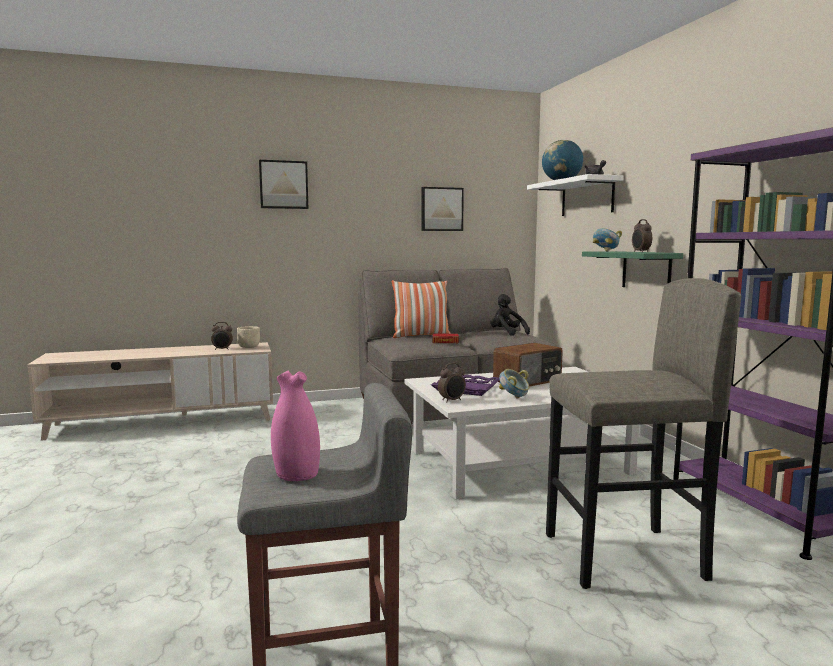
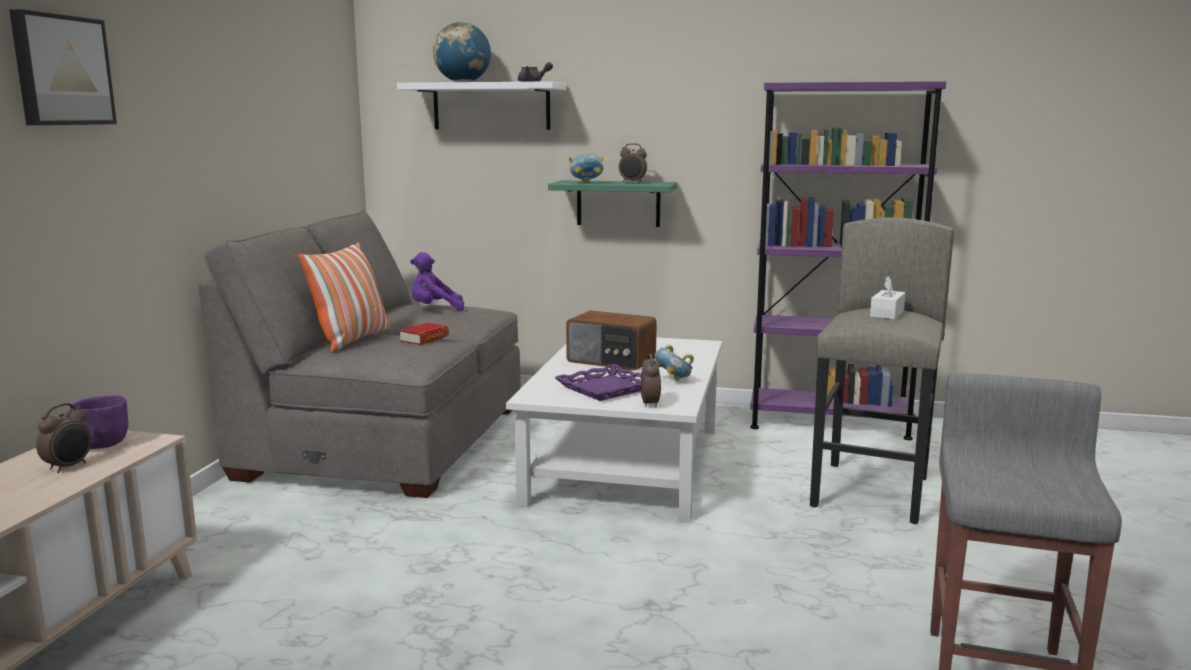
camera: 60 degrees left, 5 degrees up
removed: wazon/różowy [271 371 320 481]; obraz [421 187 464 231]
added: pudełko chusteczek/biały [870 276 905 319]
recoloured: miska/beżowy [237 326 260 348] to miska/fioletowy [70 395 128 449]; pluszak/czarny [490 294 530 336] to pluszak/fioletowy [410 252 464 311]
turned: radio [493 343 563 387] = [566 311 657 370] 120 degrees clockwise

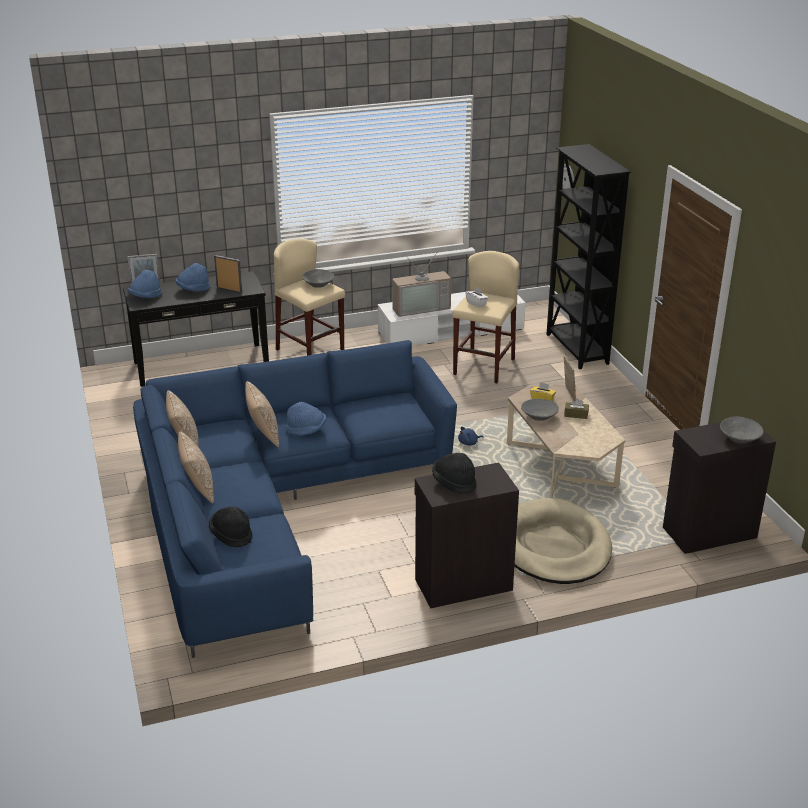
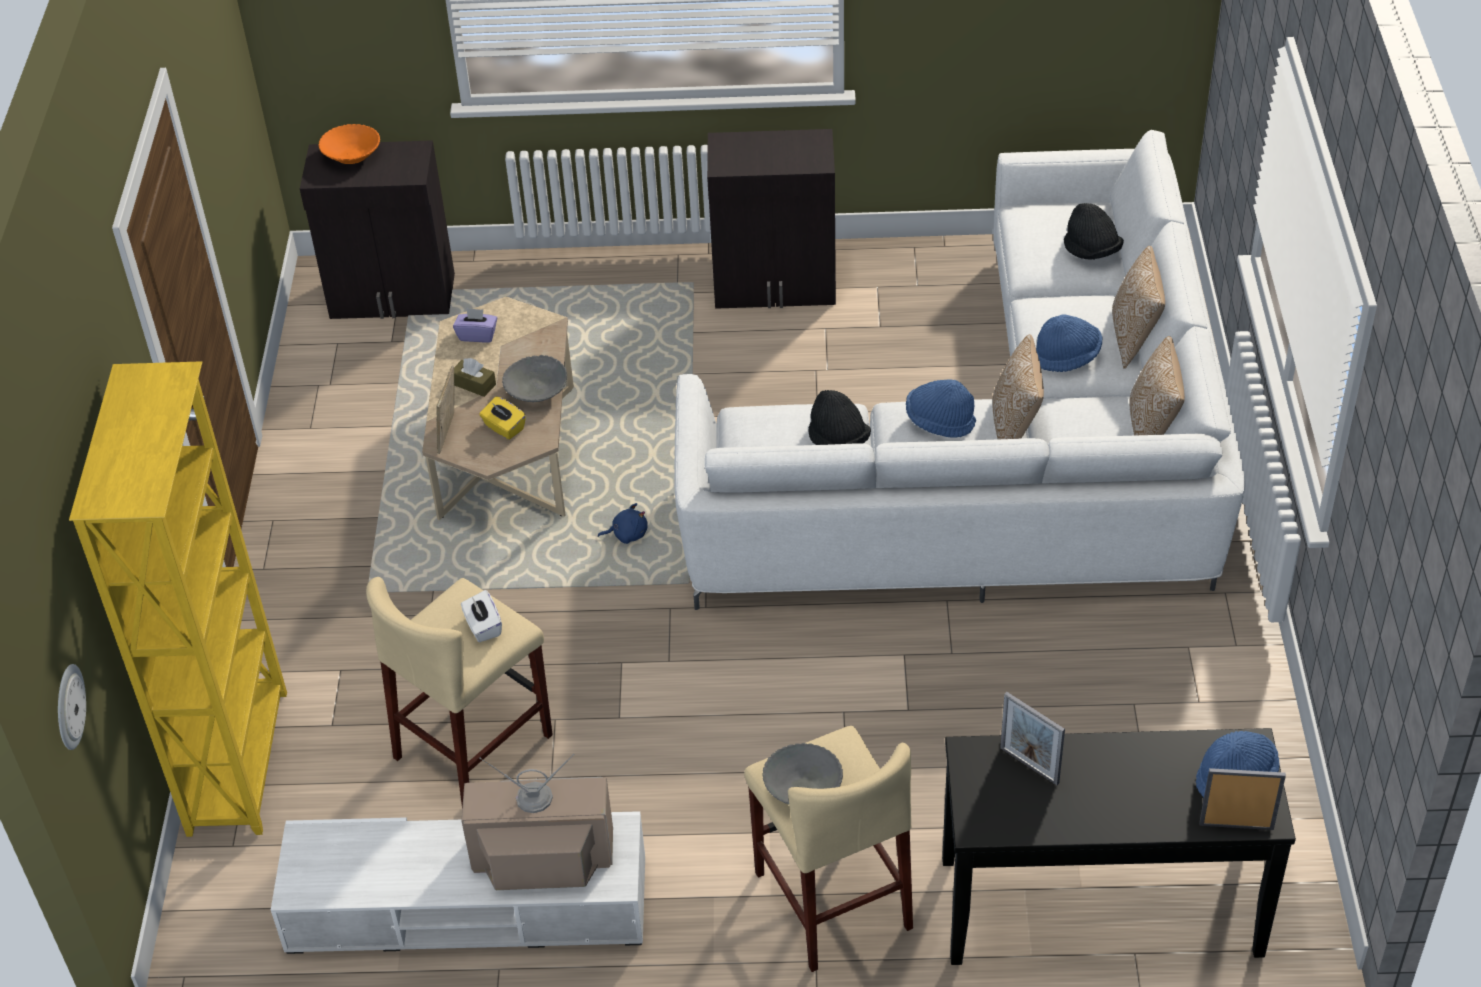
camera: 160 degrees left, 15 degrees up
removed: legowisko/beżowy [515 498 612 584]
added: pudełko chusteczek/fioletowy [453 308 497 343]
moved: kapelusz/niebieski [176 263 210 292] to [1036 314 1103 372]; kapelusz/czarny [432 453 476 493] to [808 390 871 445]
recoloured: kanapa/niebieski [133 340 457 658] to kanapa/biały [674 130 1245 610]; regał/czarny [546 144 631 369] to regał/żółty [69 361 287 837]; miska/szary [720 416 764 443] to miska/pomarańczowy [318 124 380 164]

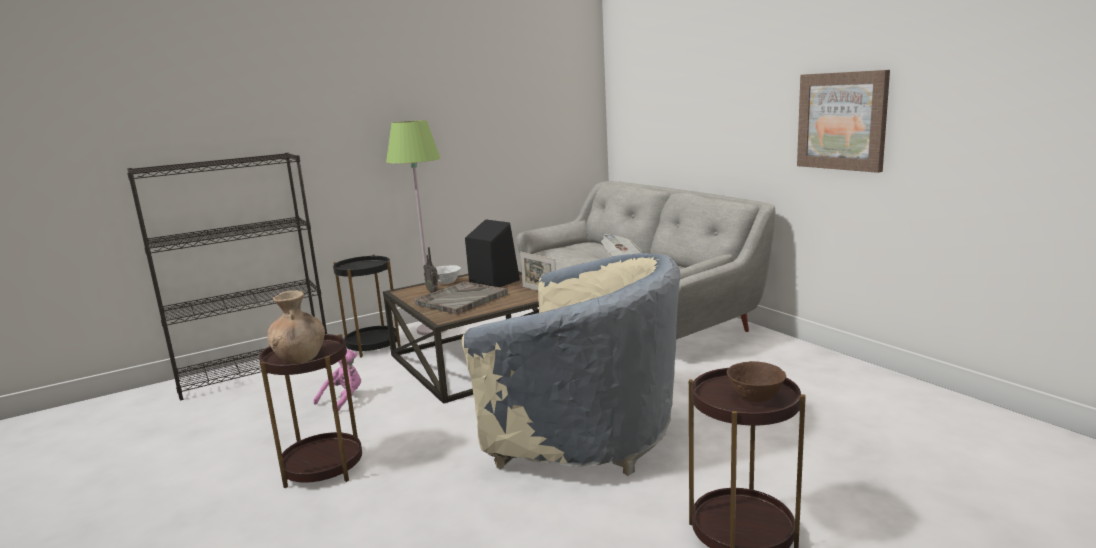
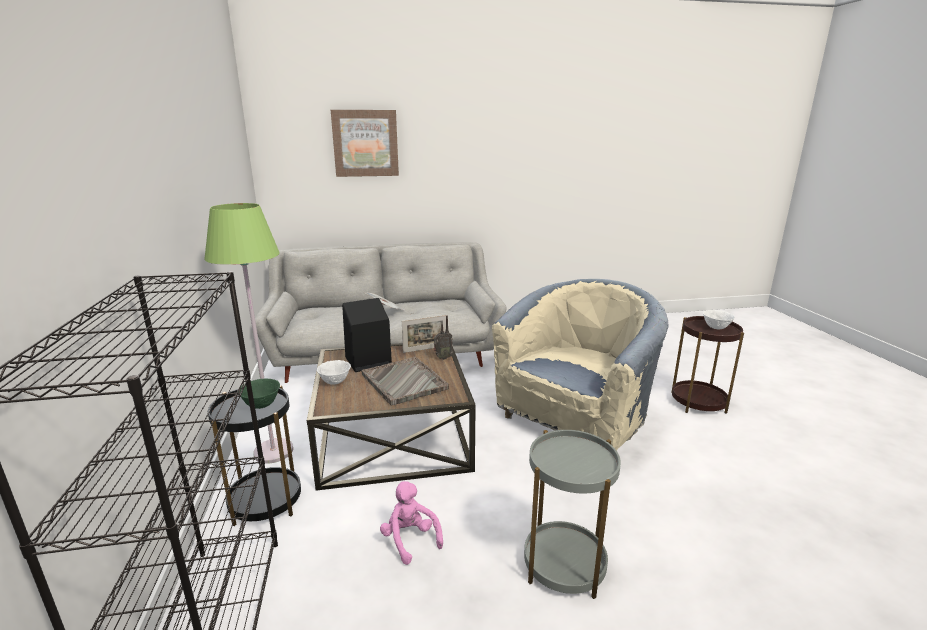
camera: 70 degrees left, 5 degrees up
removed: wazon/brązowy [267 290 325 364]
added: miska/zielony [238 379 280 409]
moved: radio [424 247 439 293] to [434 316 453 360]; obraz [797 70 890 173] to [331 110 399 177]
recoloured: stolik/brązowy [259 334 362 488] to stolik/szary [524 430 621 599]; miska/brązowy [726 361 786 402] to miska/biały [703 310 735 329]

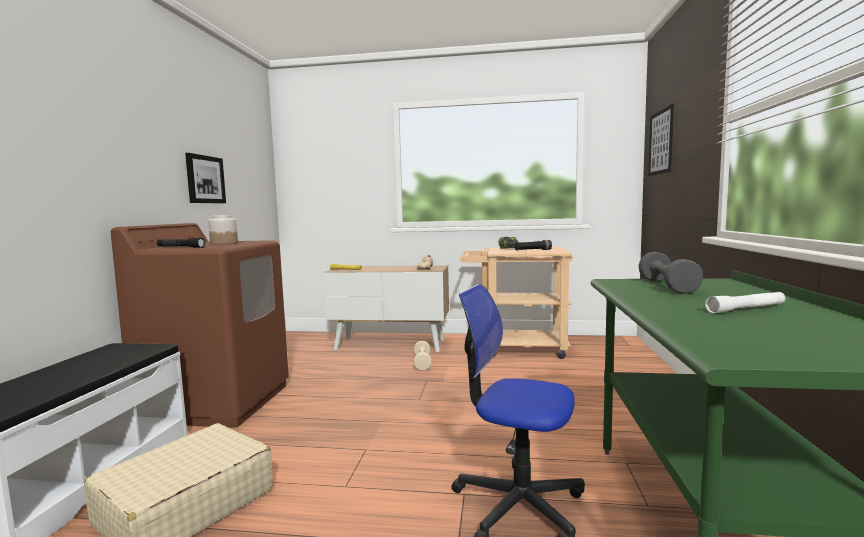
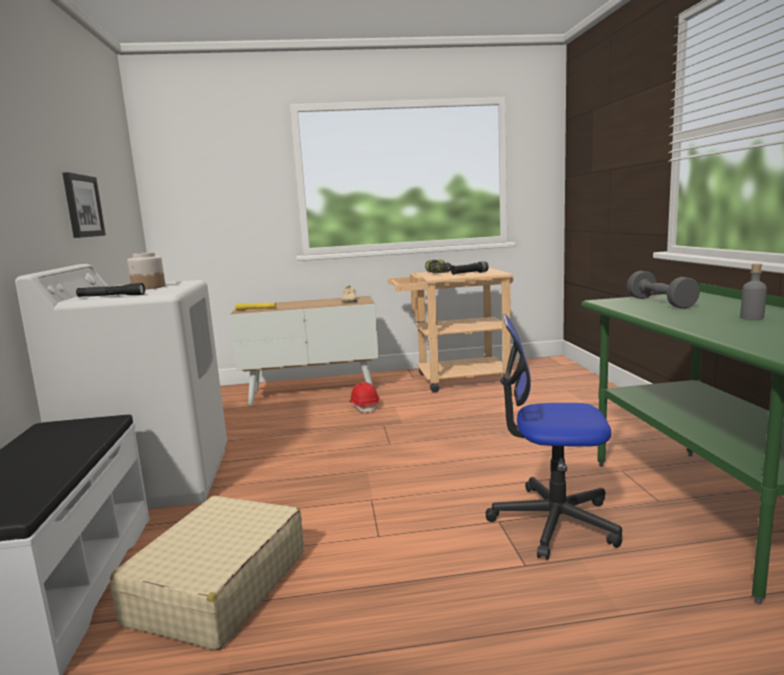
camera: 15 degrees left, 5 degrees up
removed: obraz [648 104 674 176]
replaced: hantel/beżowy [414 341 432 371] to kask/czerwony [349 382 380 413]; latarka/biały [705 292 786 313] to butelka/szary [740 264 767 320]
recoloured: pralka/brązowy [111 223 289 428] to pralka/biały [15 264 227 509]

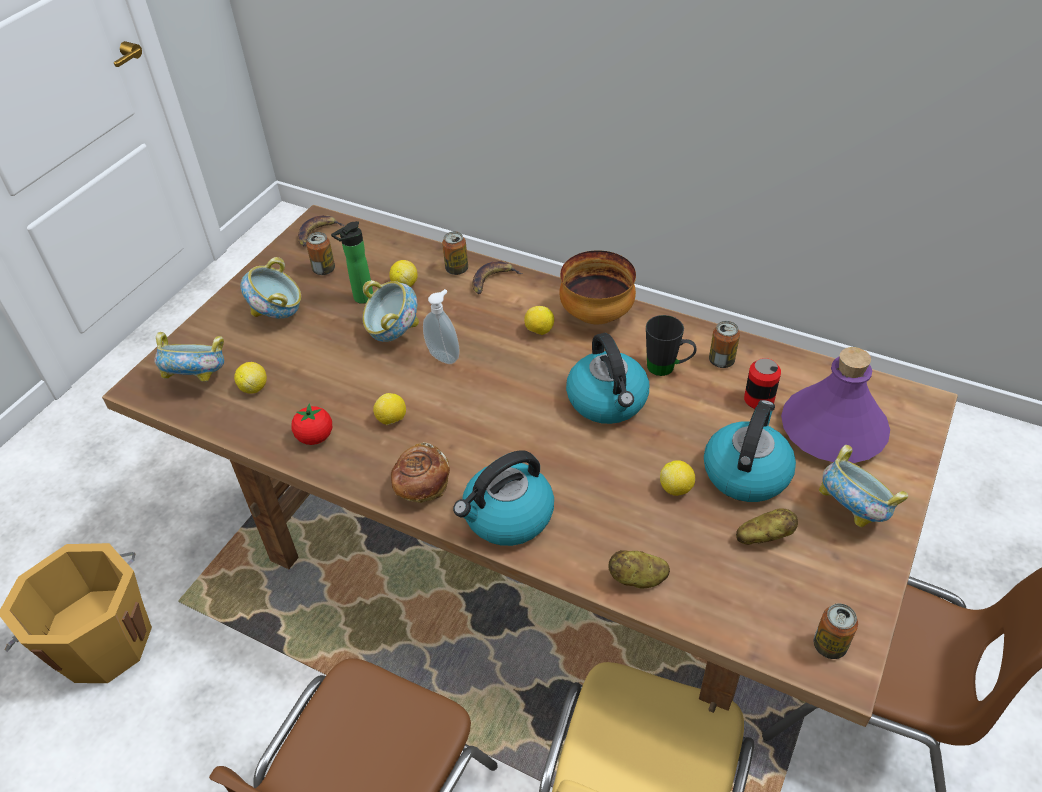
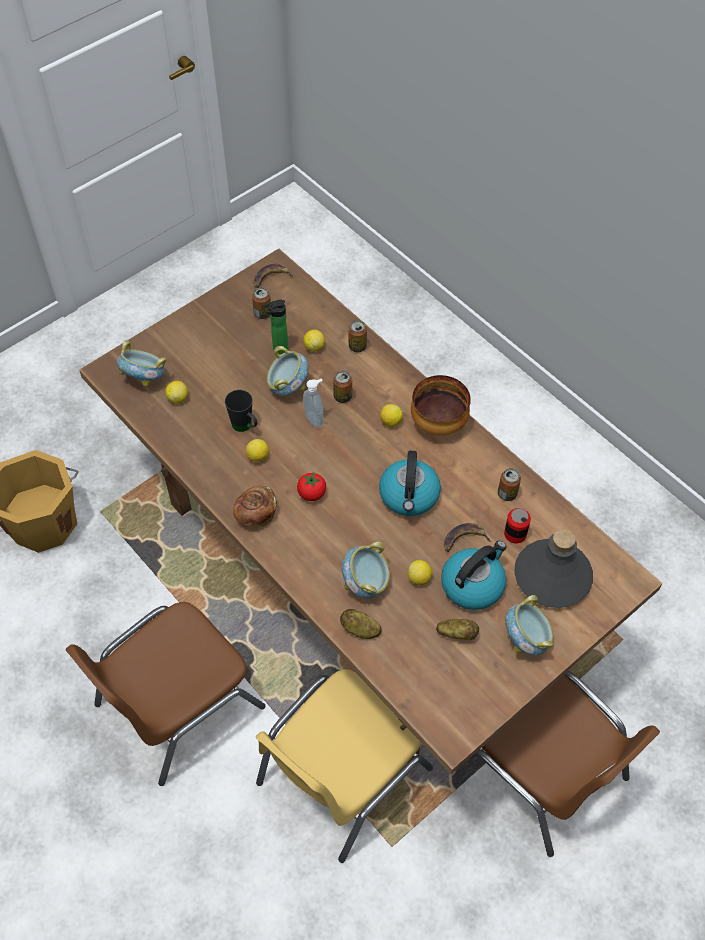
camera: 20 degrees right, 10 degrees up
removed: czajnik [453 450 554 546]
moved: miska [240 257 301 319] to [342 542 390 598]; pomidor [291 404 332 445] to [297 473 326 501]; banan [472 261 523 294] to [444 523 492 552]; kubek/czarny [646 315 697 376] to [225 390 257 432]; puszka [813 603 858 659] to [333 371 352 403]
recoloured: butelka/fioletowy [781 347 890 463] to butelka/szary [514 529 593 608]

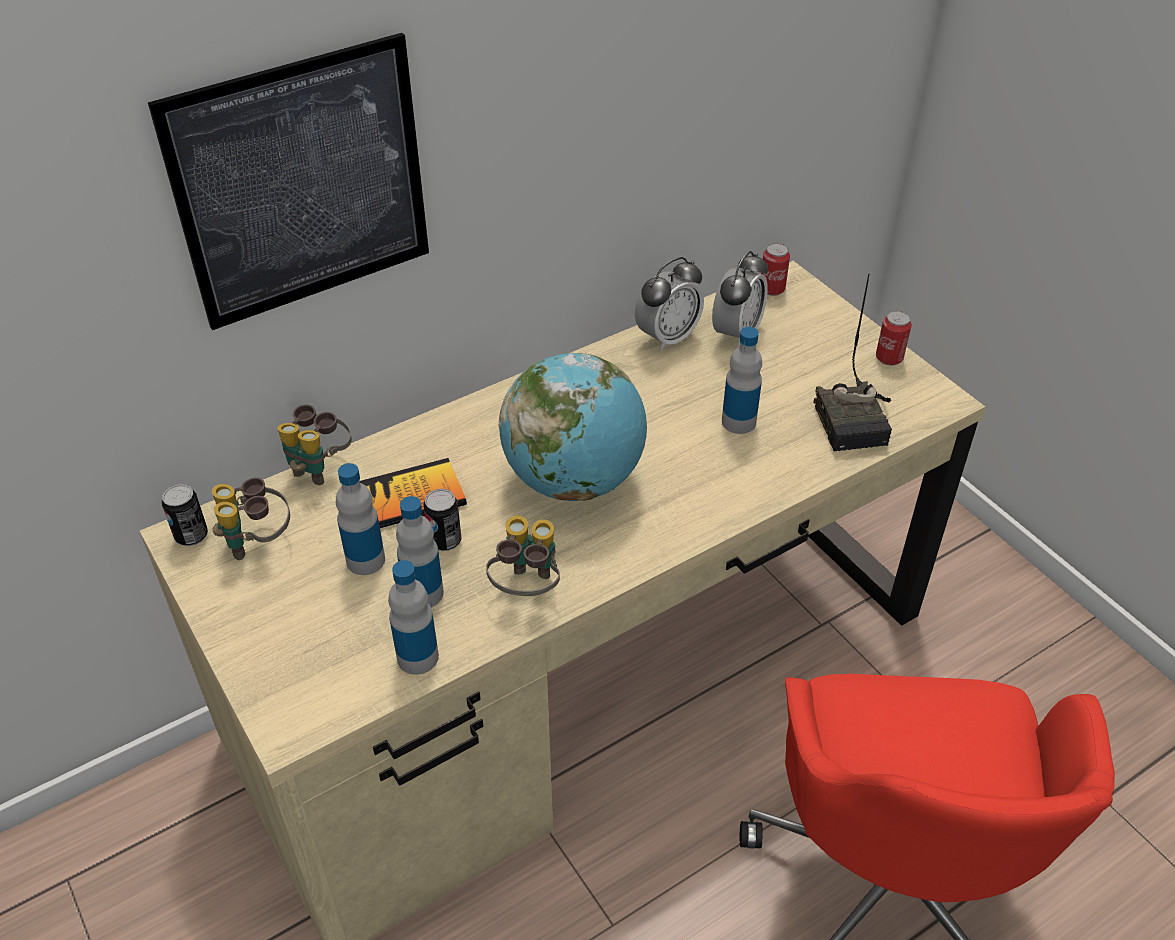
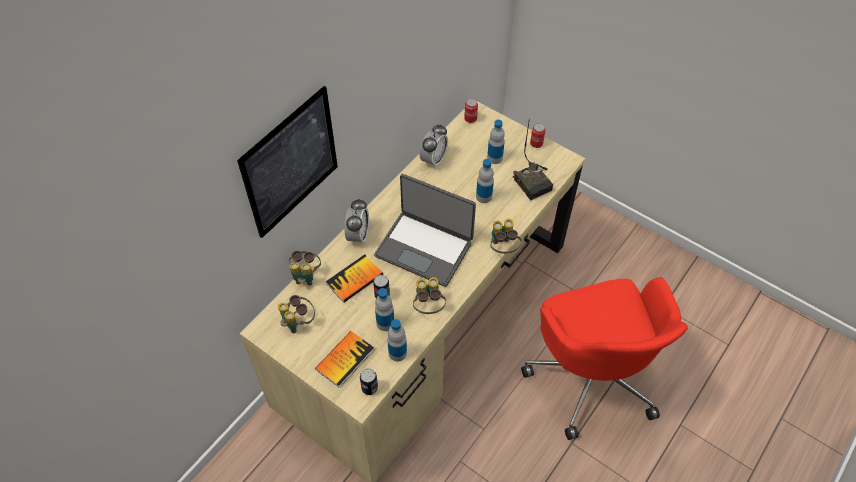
camera: 20 degrees left, 10 degrees up
added: książka [315 331 374 388]; lornetka [490 219 522 254]
moved: puszka [162 484 208 546] to [360 368 378 395]; butelka [336 463 385 575] to [487 119 505 164]; budzik [712 251 768 347] to [344 198 369 245]
replaced: globus [499 353 647 501] to laptop [374 174 476 287]

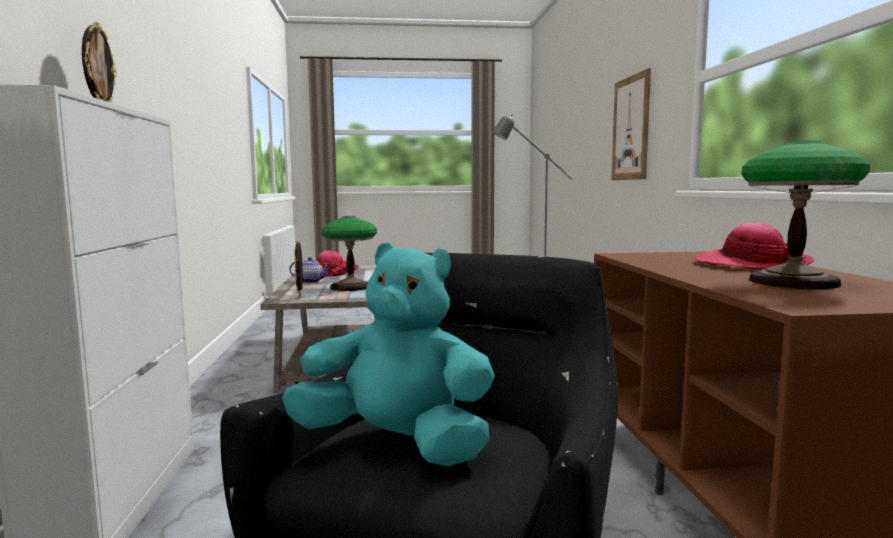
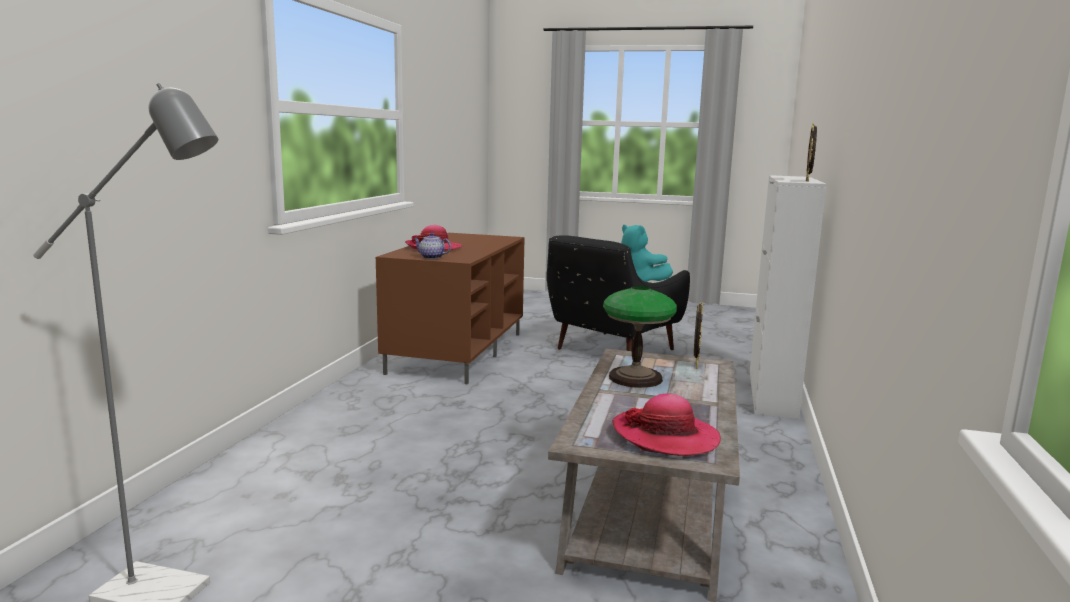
camera: 160 degrees left, 5 degrees up
removed: obraz [612 68 651 180]; lampa stołowa [741 140 870 289]
moved: imbryk [289 257 331 283] to [413 233 451 259]

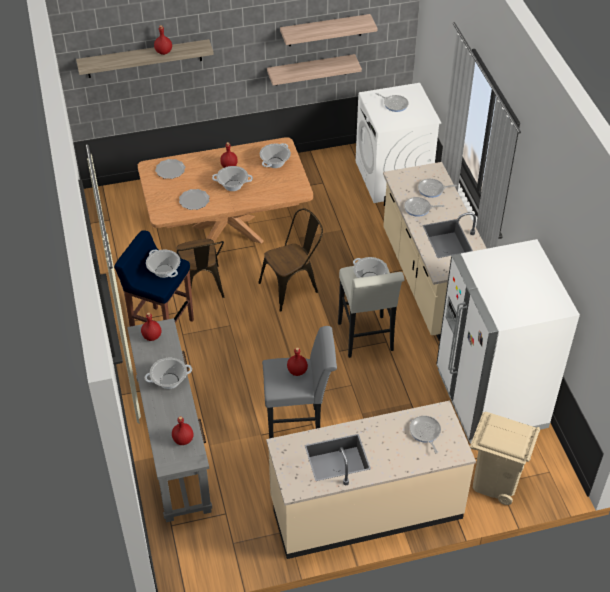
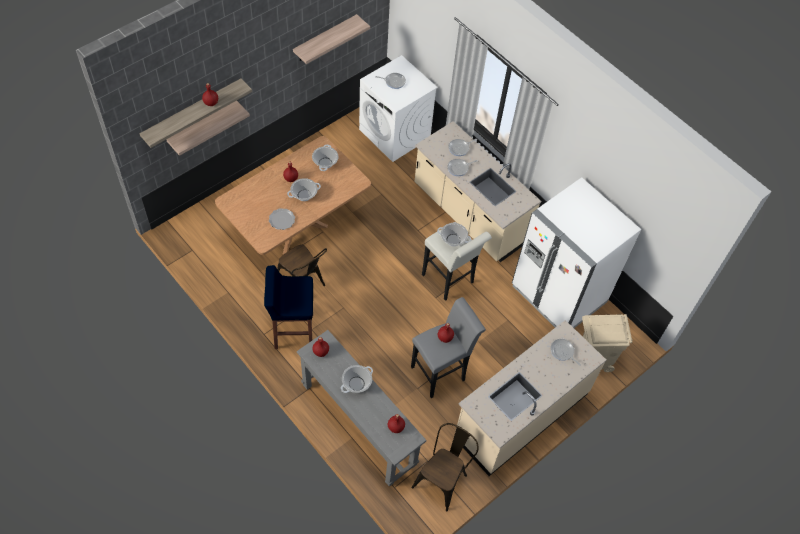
camera: 30 degrees left, 10 degrees up
removed: garnek [146 250 180 278]; talerz [155 159 185 179]
moved: krzesło/brązowy [259 208 323 312] to [412 423 479 511]; półka [267 54 362 86] to [166 101 250 156]

